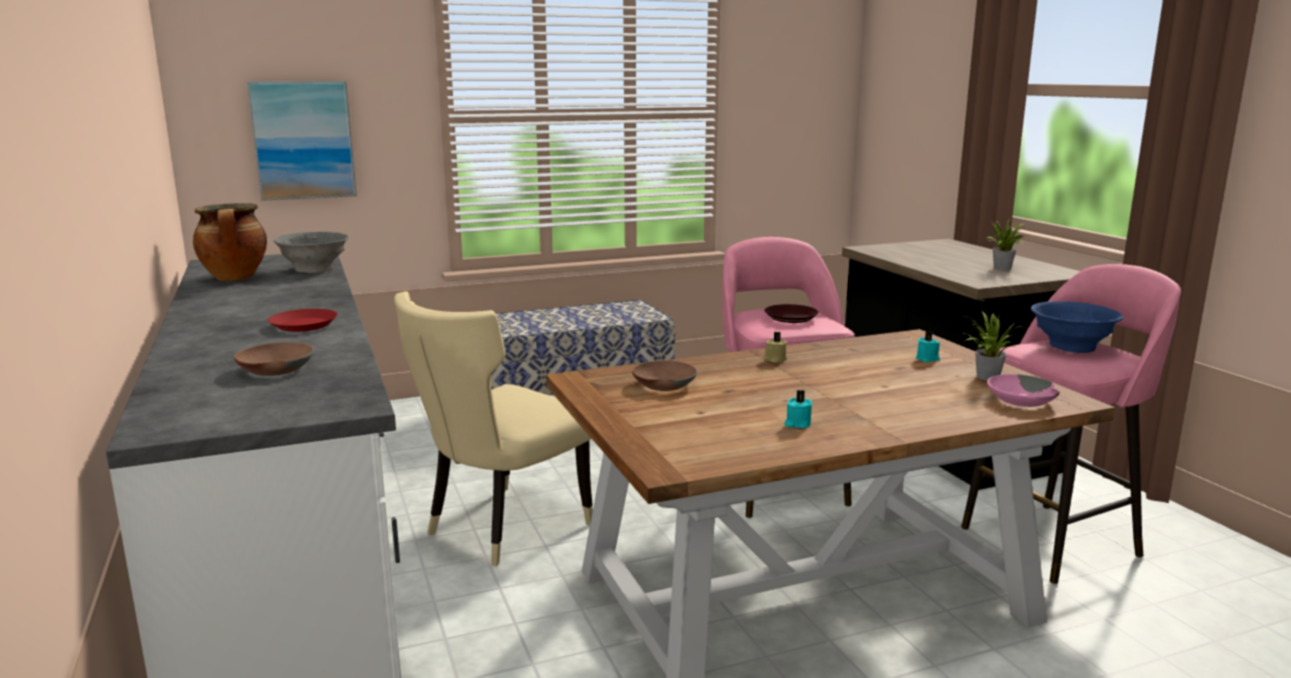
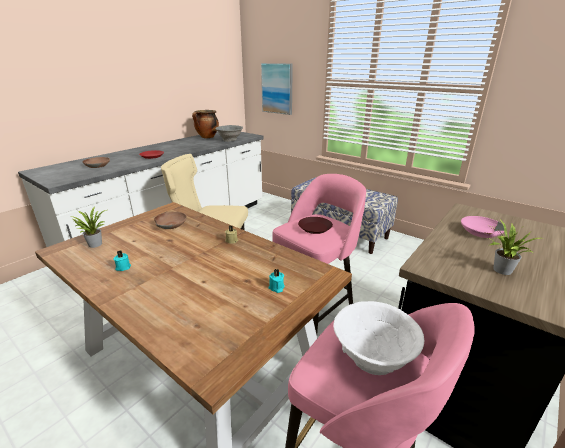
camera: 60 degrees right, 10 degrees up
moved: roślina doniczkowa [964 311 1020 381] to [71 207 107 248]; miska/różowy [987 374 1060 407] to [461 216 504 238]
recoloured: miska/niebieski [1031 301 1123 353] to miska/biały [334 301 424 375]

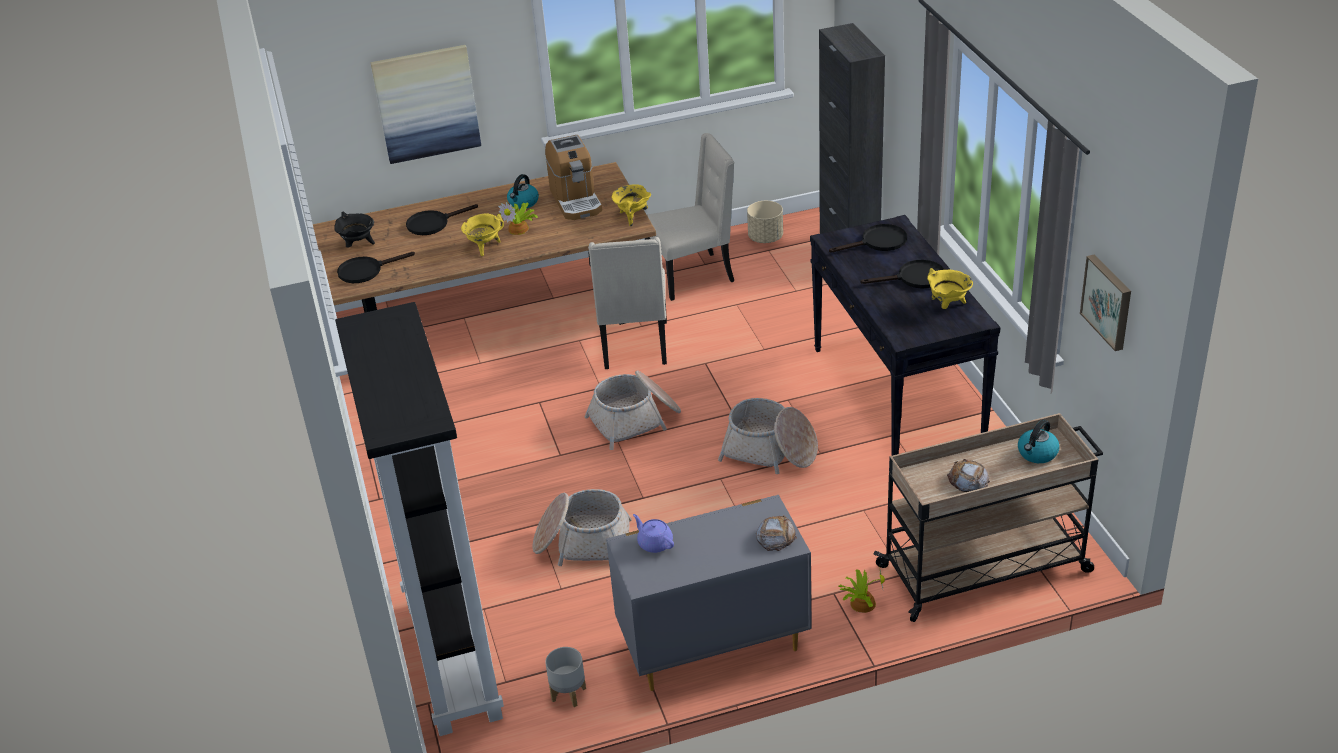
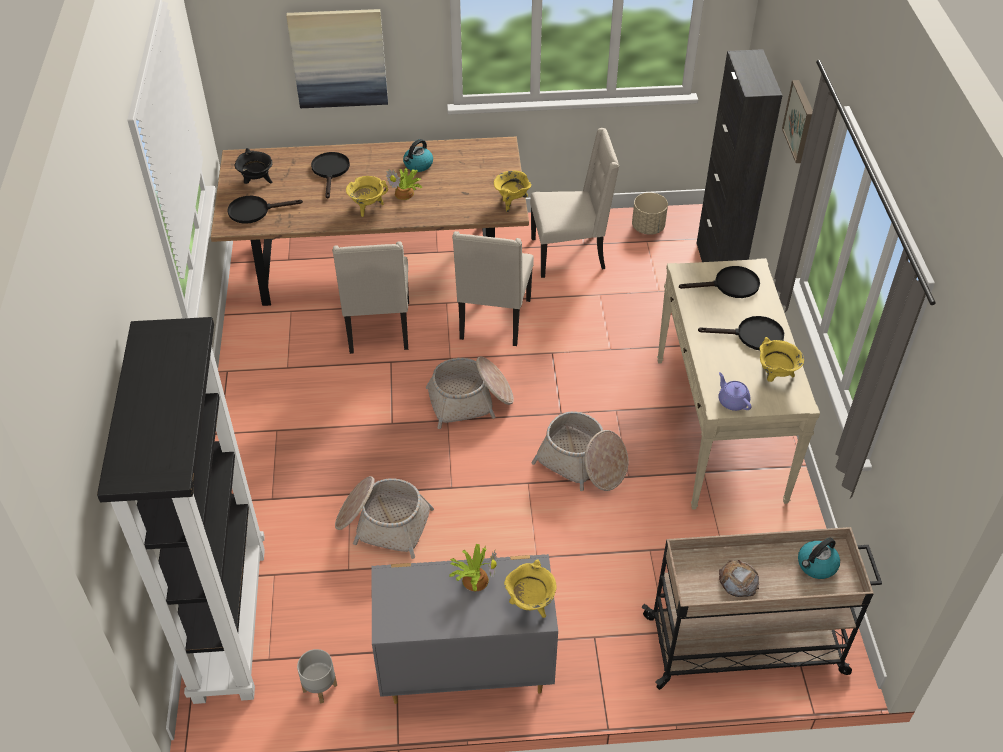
camera: 10 degrees right, 10 degrees up
removed: ekspres do kawy [545 135 602 220]
added: krzesło/beżowy [332 242 409 354]
moved: imbryk/fioletowy [633 514 674 553] to [719 372 752 411]; roślina doniczkowa [839 569 885 613] to [449 544 497 591]; obraz [1080 254 1131 351] to [782 80 813 163]
replaced: chleb [756 515 797 551] to garnek/żółty [504 559 557 618]
recoloured: stolik konsolowy/czarny [810 215 1001 456] to stolik konsolowy/beżowy [657 258 820 510]
turned: patelnia/czarny [406 204 478 235] = [311 152 350 199] 105 degrees clockwise

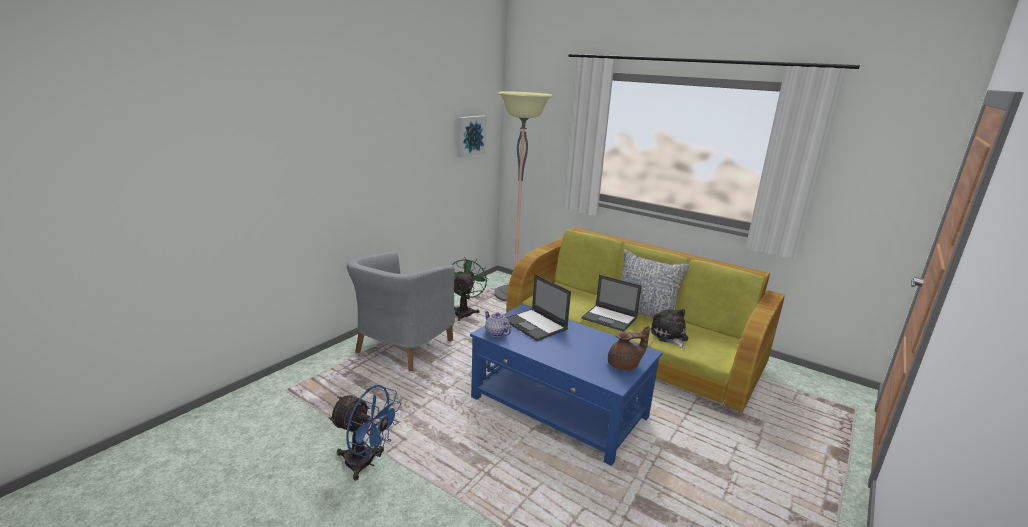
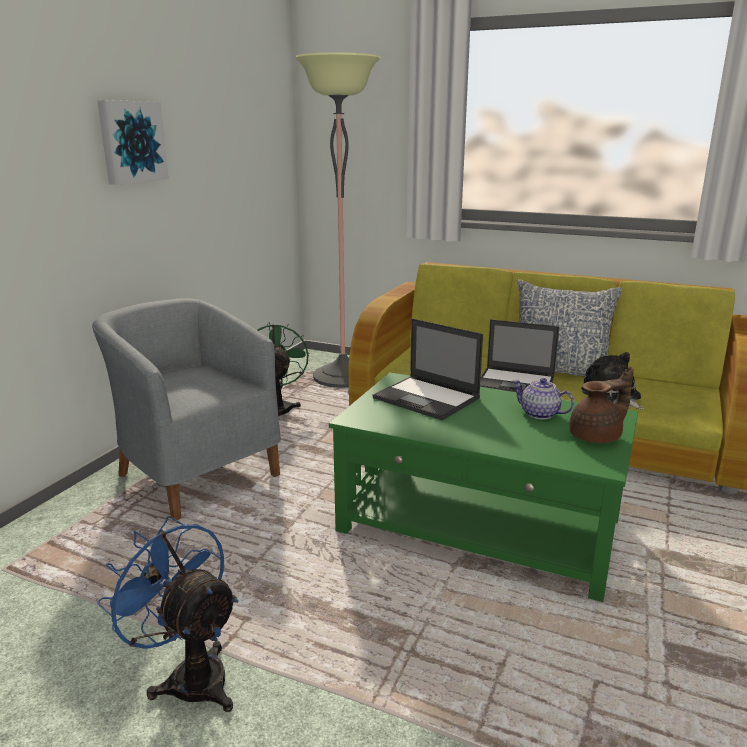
camera: 10 degrees left, 0 degrees up
moved: obraz [458 116 487 158] to [97 100 169 185]; imbryk [484 311 511 337] to [512 378 574 420]
recoloured: ława/niebieski [470 304 663 466] to ława/zielony [329 372 638 602]
turned: wentylator/niebieski [329 385 401 480] = [97 516 238 712] 150 degrees counterclockwise; fotel/szary [346 252 455 371] = [92 298 281 521] 120 degrees clockwise

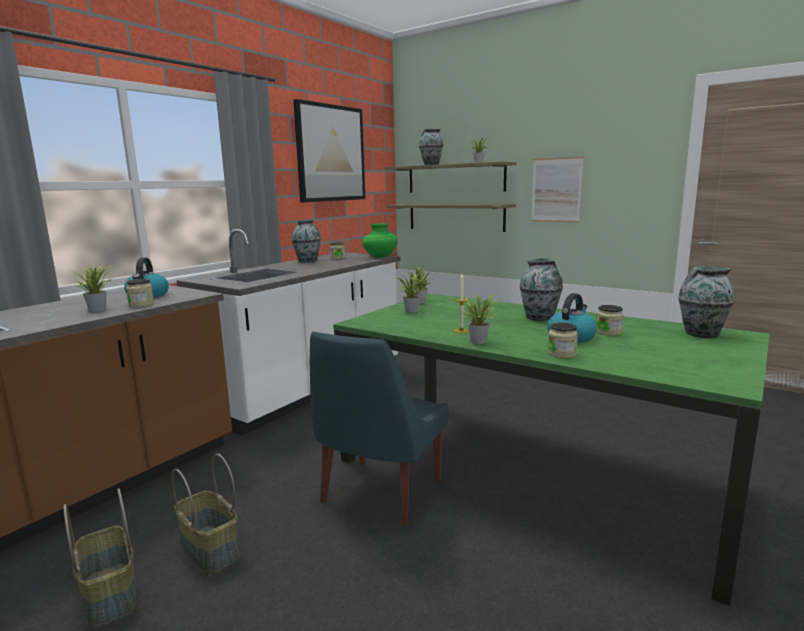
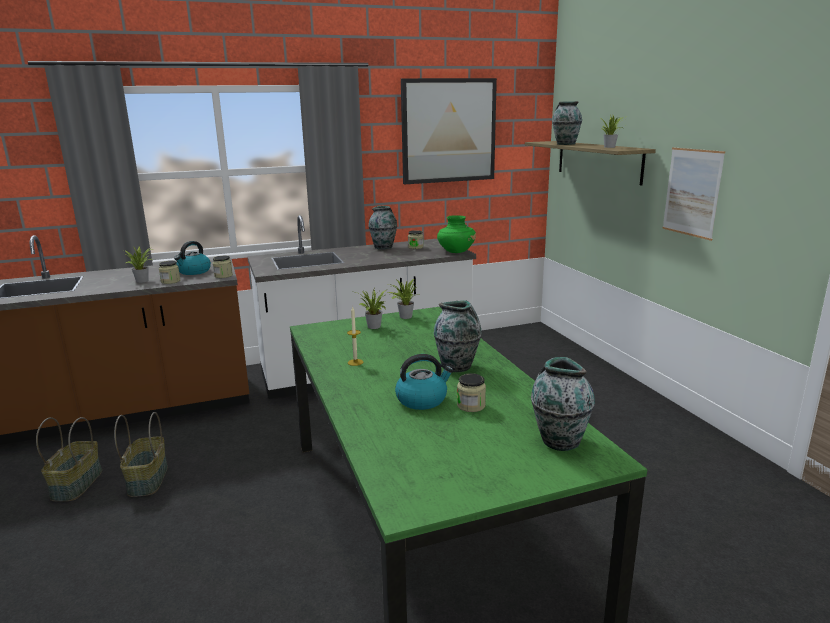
camera: 35 degrees right, 5 degrees up
removed: krzesło/niebieski [310 332 449 526]; półka [386 204 516 232]; roślina doniczkowa [462 295 499 344]
moved: słoik [548 323 578 358] to [213 256 233 278]

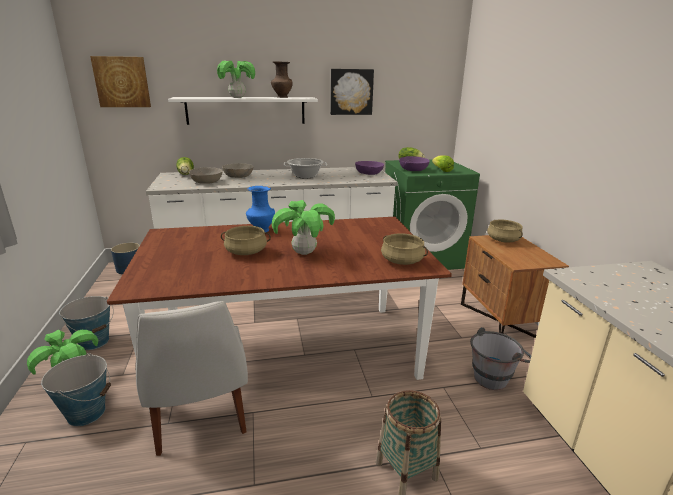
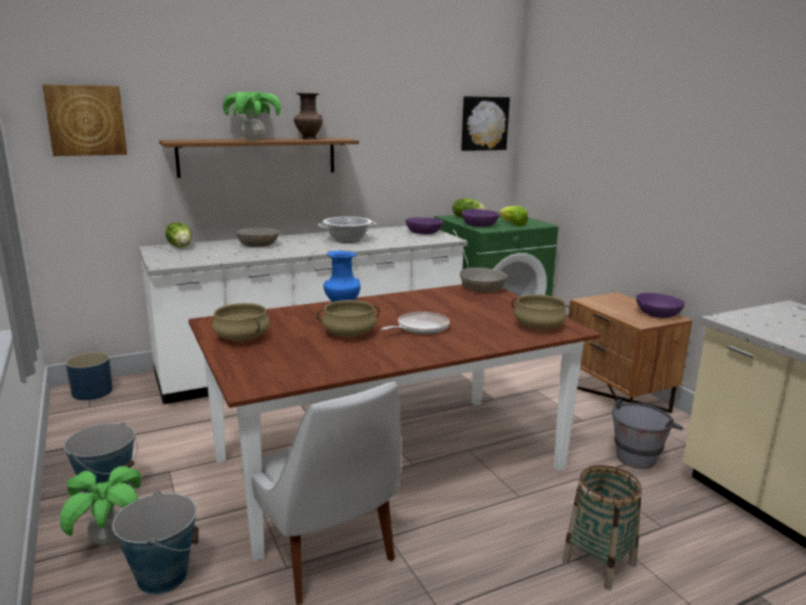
camera: 15 degrees left, 5 degrees down
added: miska/fioletowy [636 293 685 318]
moved: miska/szary [189 167 223 184] to [460 268 508 293]; obraz [330 69 374 115] to [461 96 510 151]; garnek/beżowy [487 219 523 243] to [212 303 269 341]
replaced: roślina doniczkowa [272 200 335 255] to patelnia [381 312 449 334]
recoloured: półka/biały [168 97 318 125] to półka/brązowy [159 138 359 178]

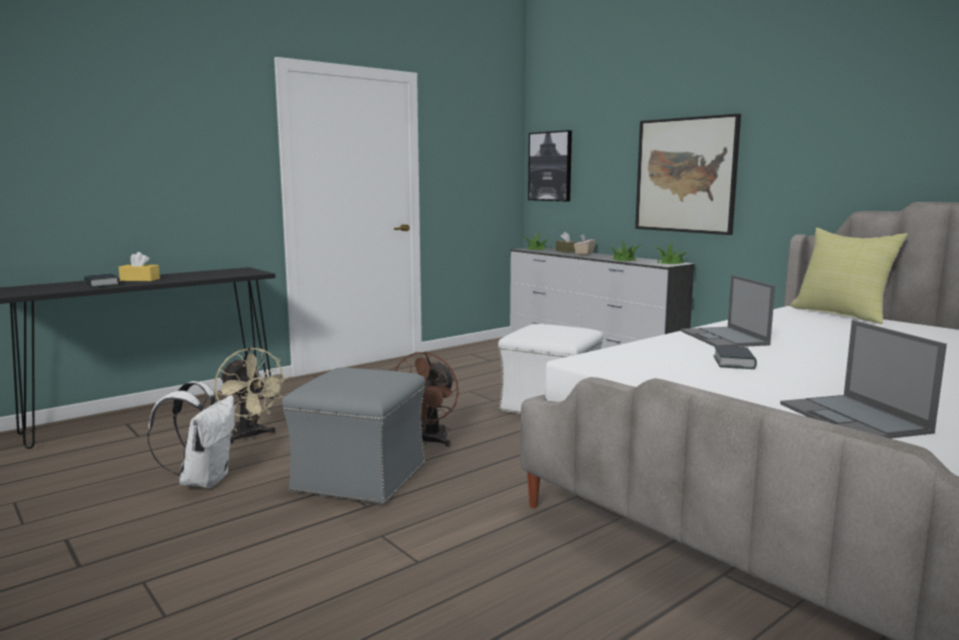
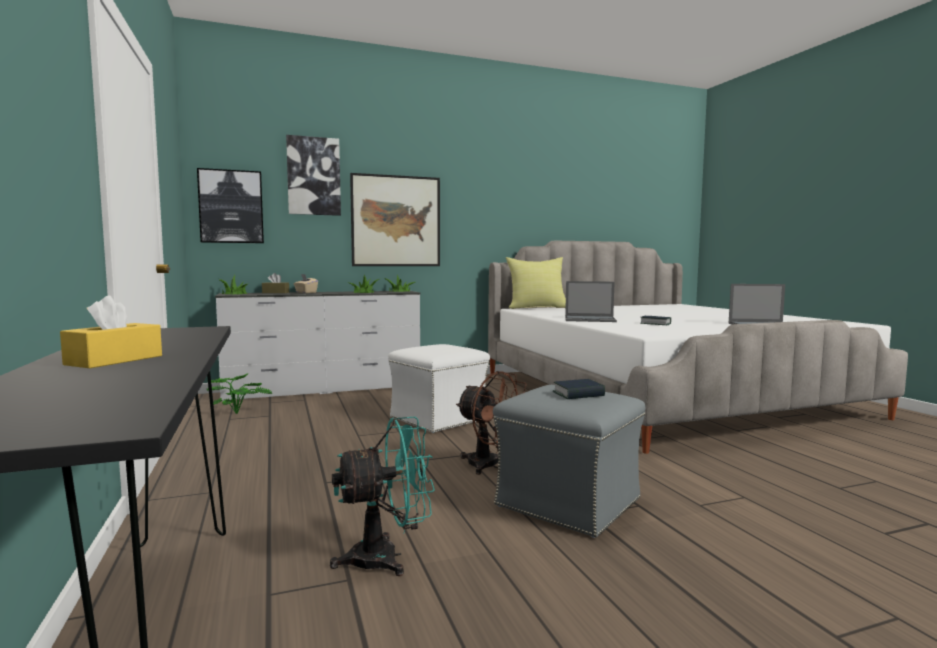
camera: 70 degrees left, 5 degrees down
removed: plecak/biały [147 381 235 488]
added: roślina doniczkowa [207 373 272 414]; obraz [286 135 341 216]
moved: książka [84 274 119 288] to [553 379 605 399]
recoloured: wentylator/beżowy [214 347 289 444] to wentylator/turkusowy [330 417 435 576]

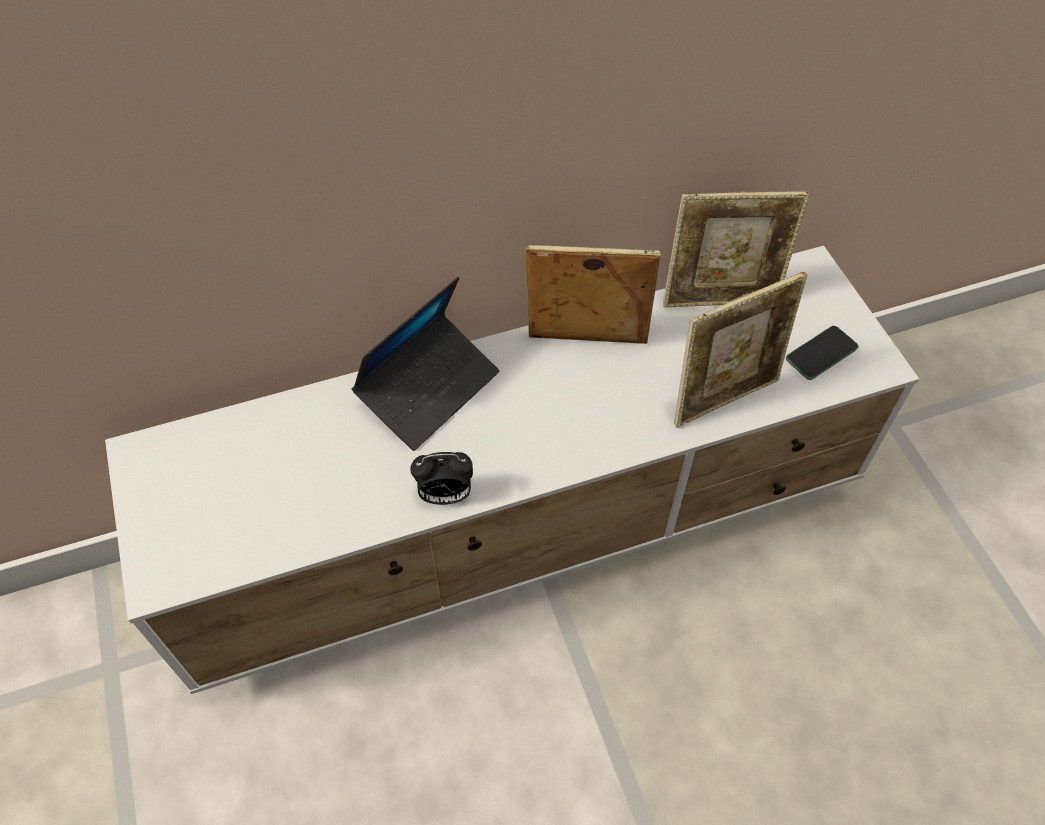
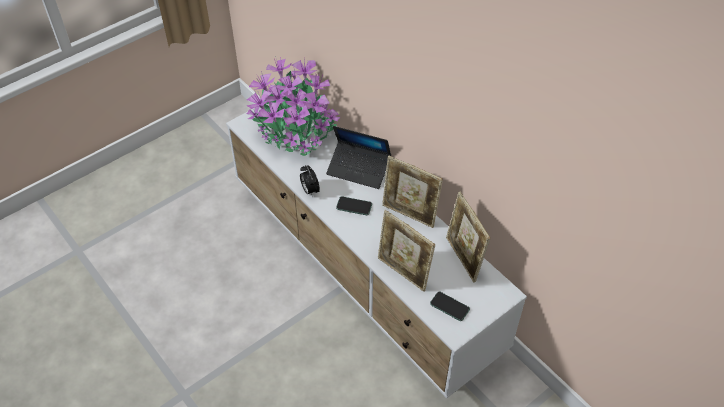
camera: 70 degrees right, 5 degrees down
added: roślina doniczkowa [247 56 340 156]; telefon [336 196 372 215]
turned: ramka na zdjęcie [525 245 661 344] = [382 156 443 228] 135 degrees clockwise

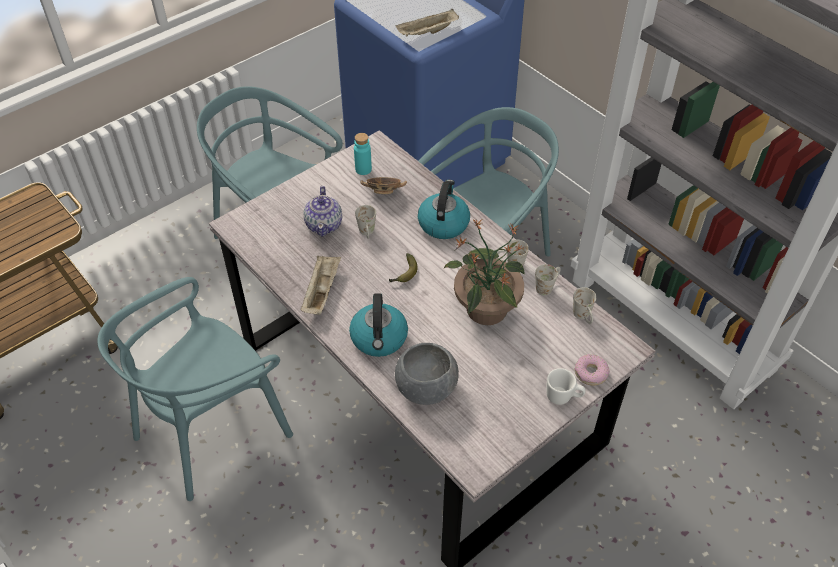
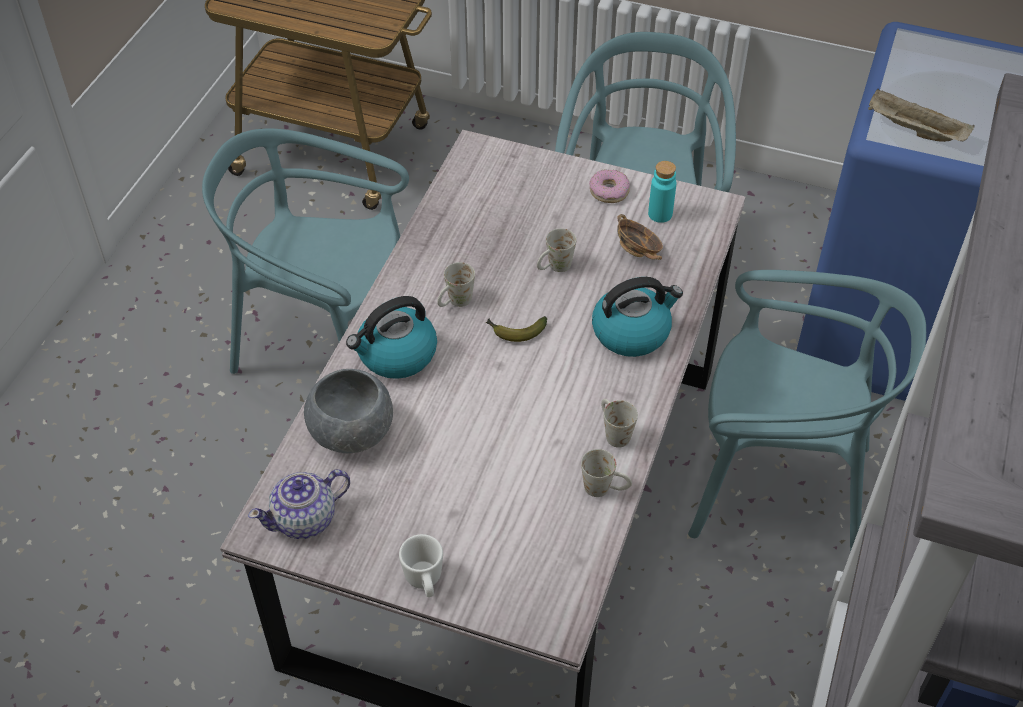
camera: 60 degrees right, 0 degrees up
removed: taca/beżowy [301 256 341 315]; roślina doniczkowa [444 219 525 325]
moved: imbryk [303 186 342 237] to [248 469 350 539]; kubek/biały [573 287 597 324] to [437 262 475 307]; donut [575 354 610 386] to [589 169 630 203]

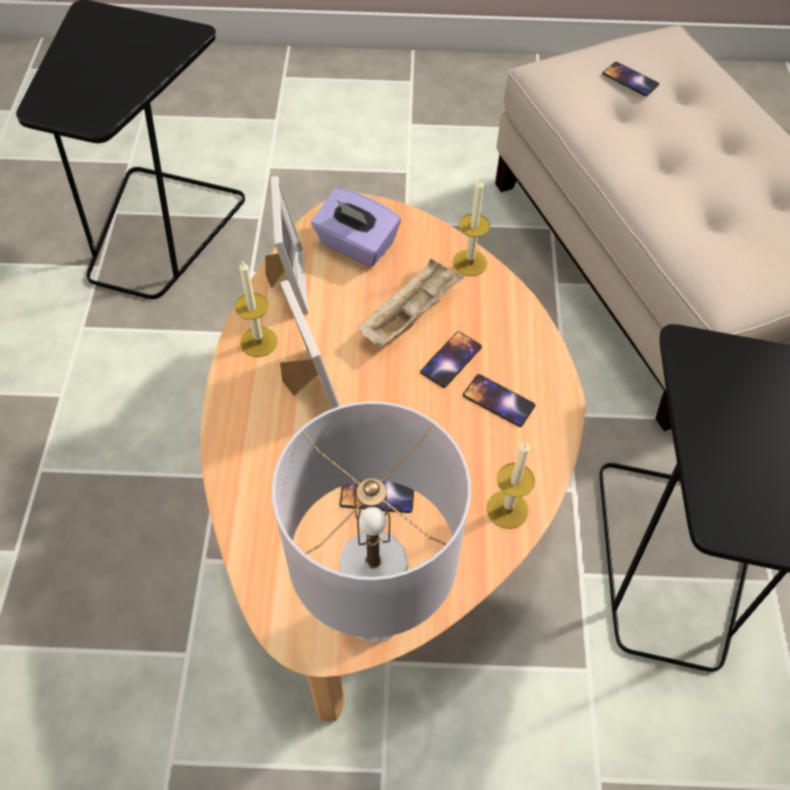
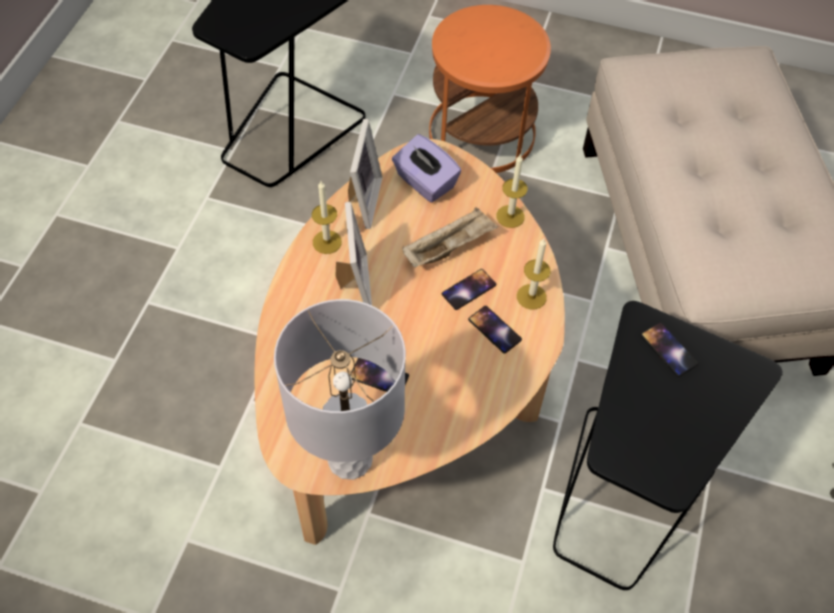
camera: 15 degrees right, 0 degrees up
added: stolik/pomarańczowy [429 5 551 173]
moved: świeca [487 441 535 529] to [517 238 550 310]; telefon [602 62 659 96] to [640 322 699 377]

